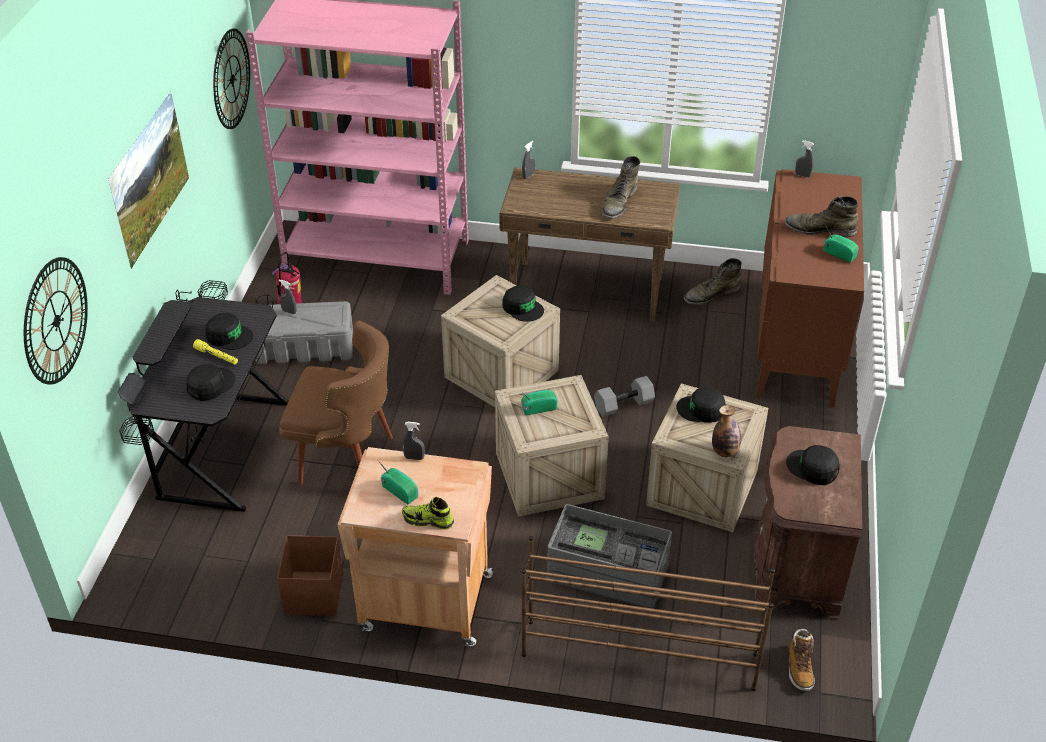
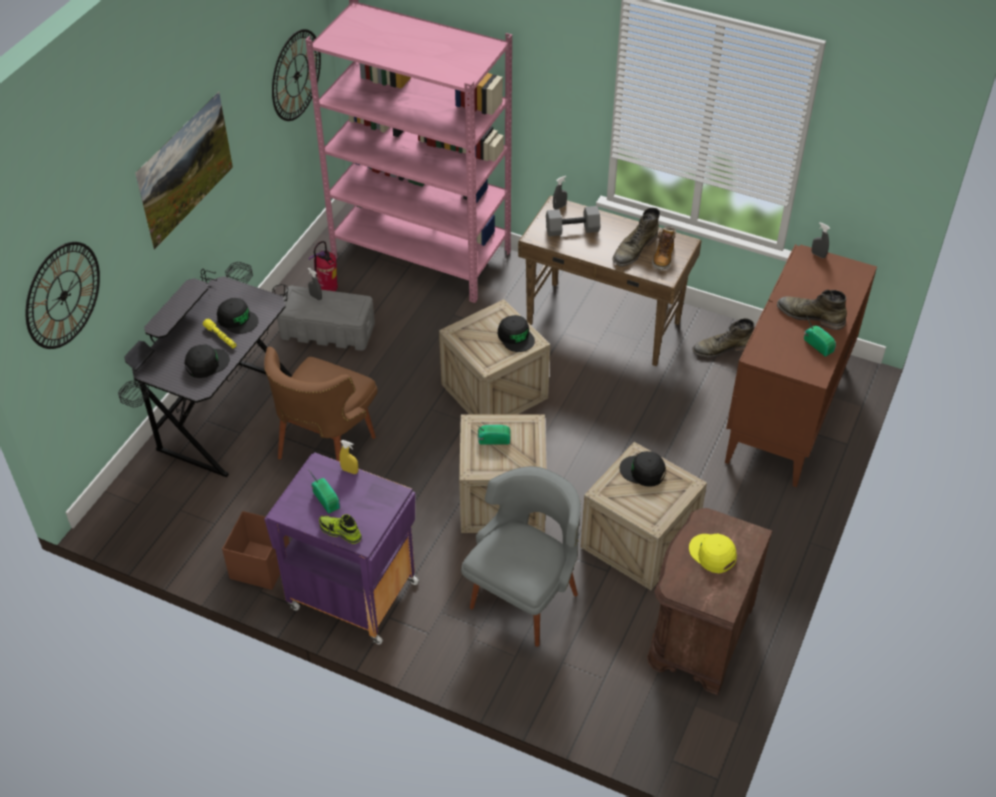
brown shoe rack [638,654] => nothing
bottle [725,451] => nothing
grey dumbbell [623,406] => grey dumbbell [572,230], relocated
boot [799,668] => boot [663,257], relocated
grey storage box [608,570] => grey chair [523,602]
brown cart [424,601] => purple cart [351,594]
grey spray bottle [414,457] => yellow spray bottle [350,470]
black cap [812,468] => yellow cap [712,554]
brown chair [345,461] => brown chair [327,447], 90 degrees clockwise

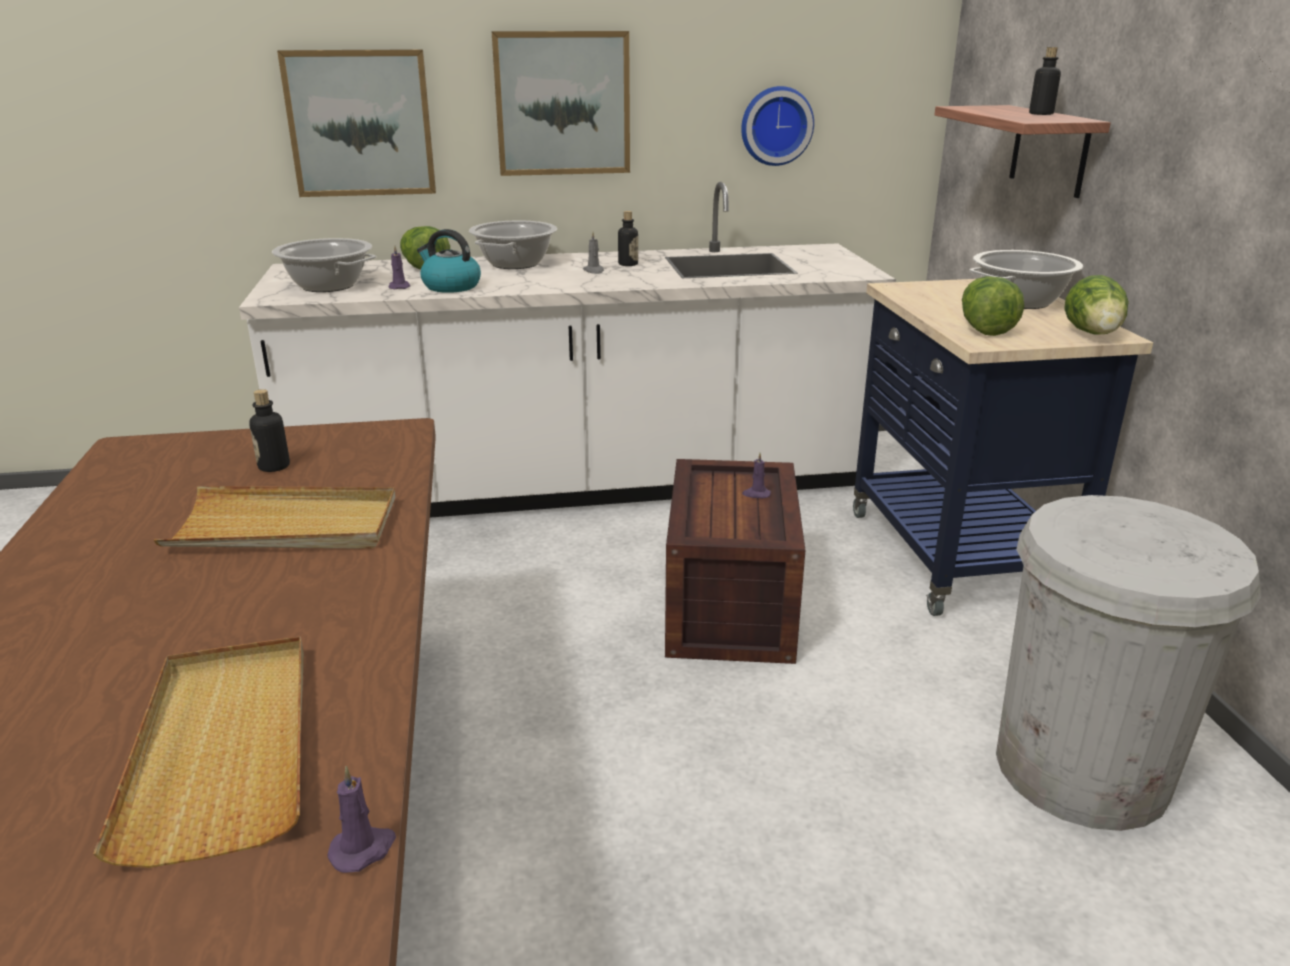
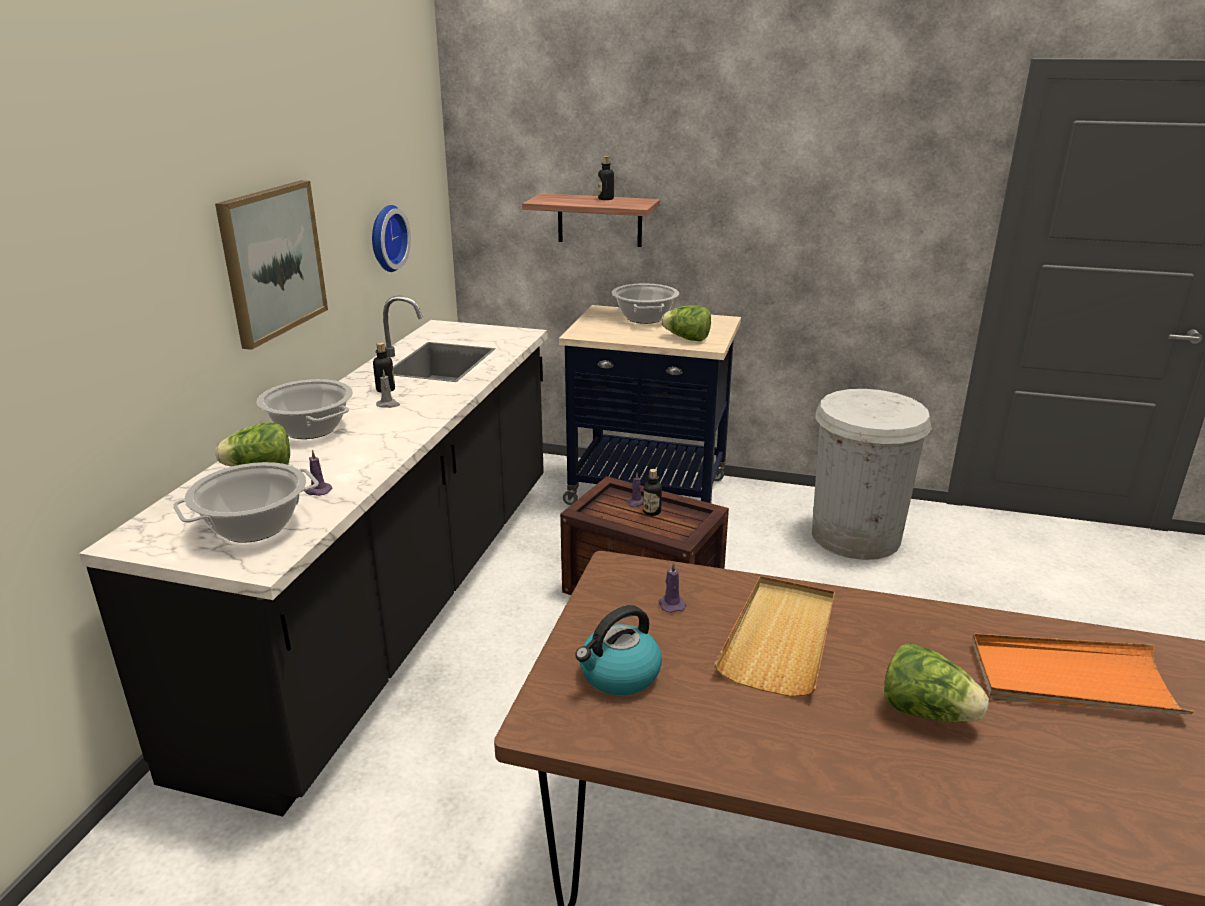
picture [360,123] => nothing
bottle [274,466] => bottle [652,512], relocated
purple candle [363,849] => purple candle [671,604], relocated
kettle [450,286] => kettle [619,675], relocated
lettuce [1094,335] => lettuce [926,712], relocated
beige tray [224,747] => orange tray [1071,680]
white counter [581,486] => black counter [398,603]

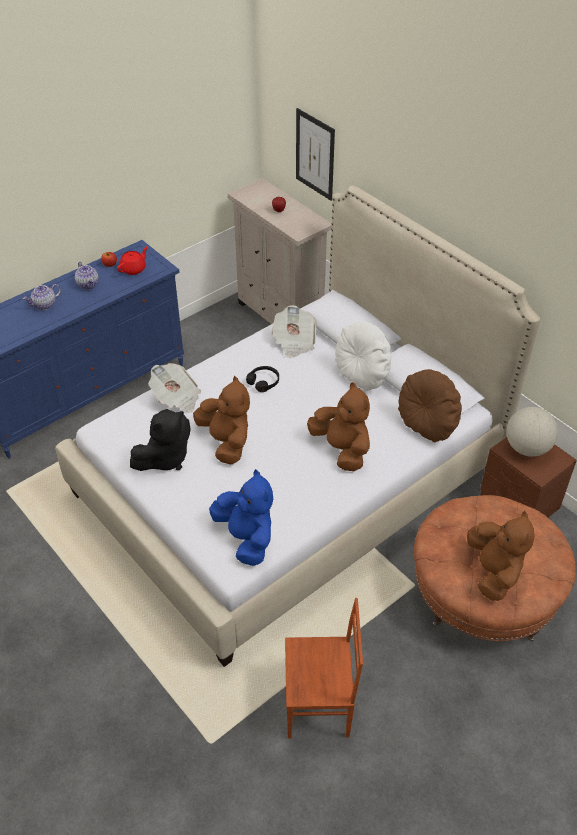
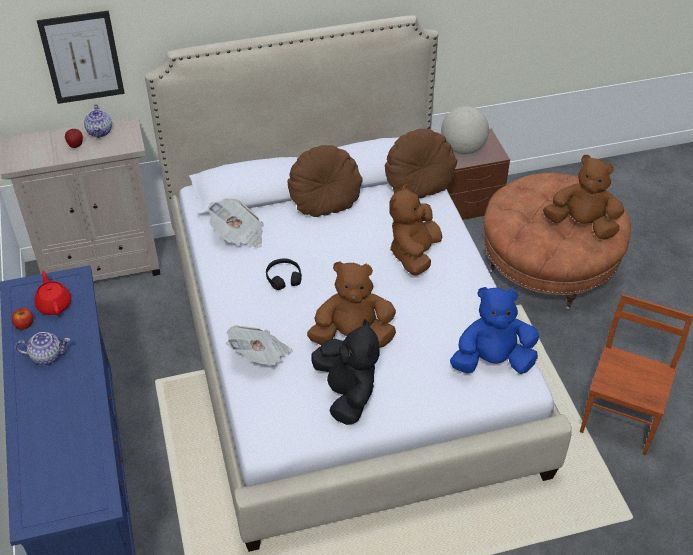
teapot [44,305] => teapot [100,132], relocated
white pillow [361,377] => brown pillow [325,206]
brown plush toy [342,449] => brown plush toy [414,254], 60 degrees counterclockwise

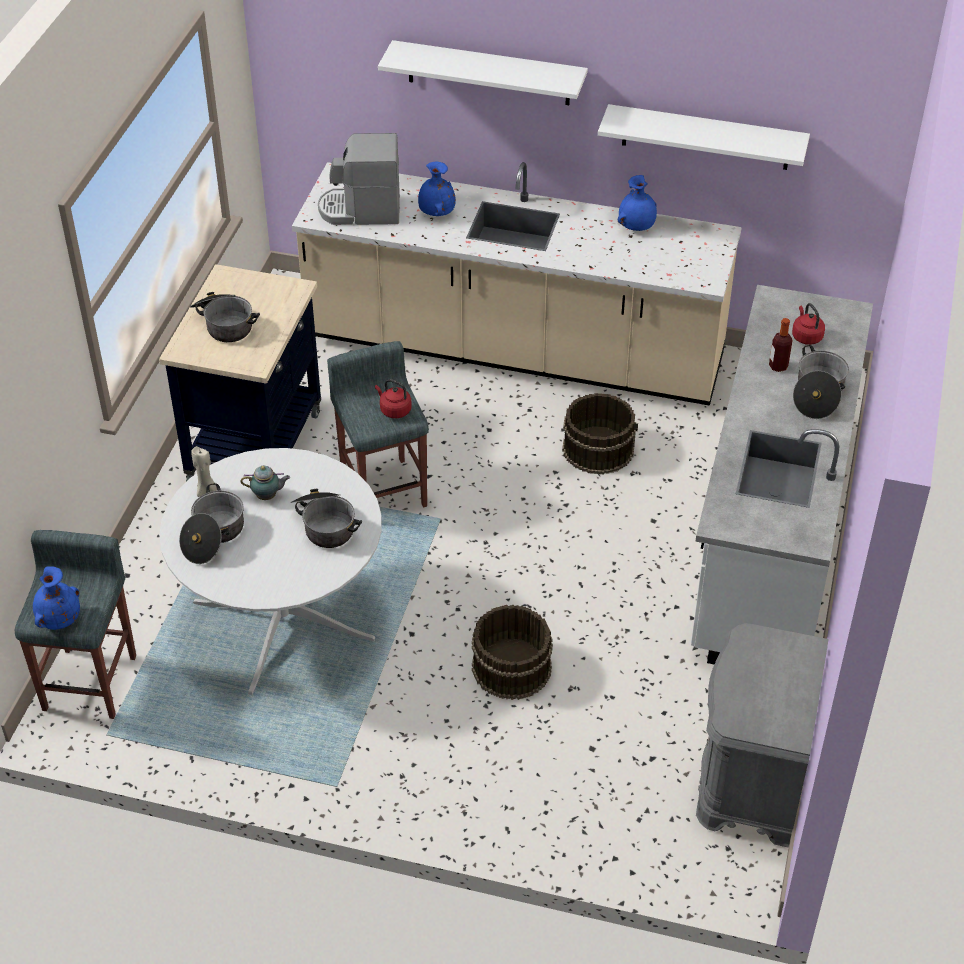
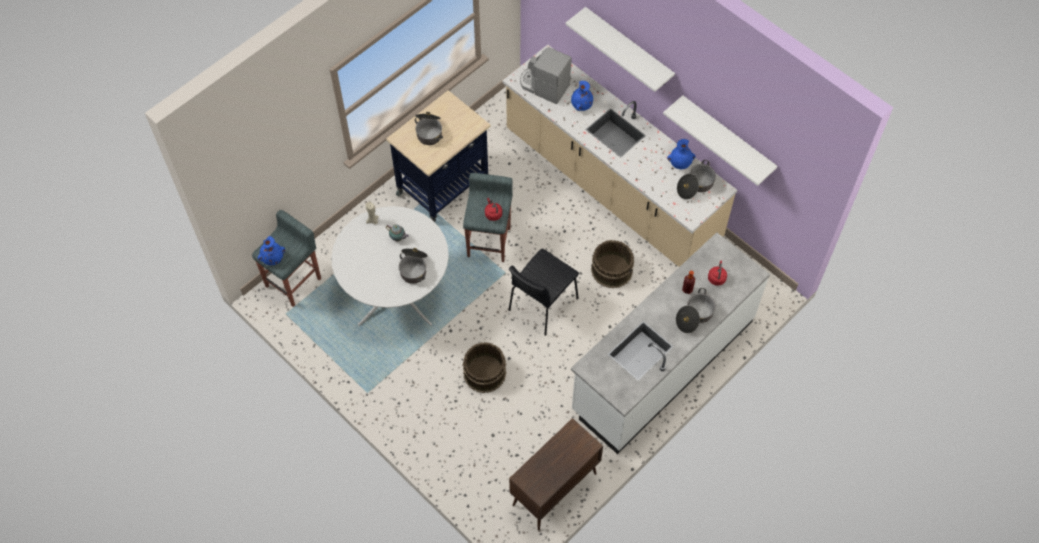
nothing => black chair [541,306]
cooking pot [213,536] => cooking pot [695,186], relocated
grey nightstand [749,779] => brown cabinet [554,490]

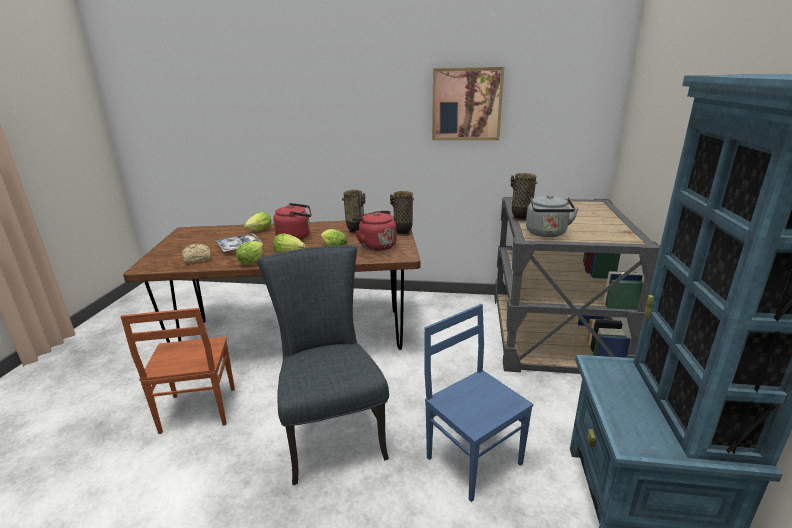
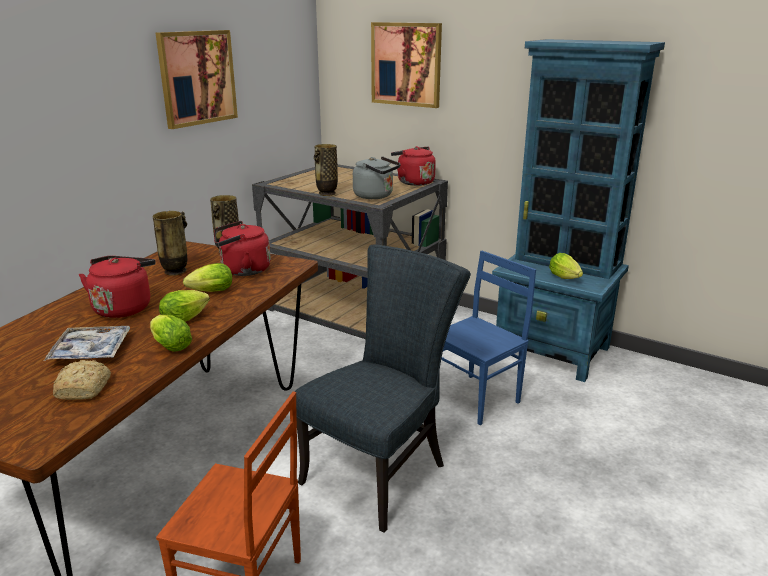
nothing => picture [406,64]
nothing => red kettle [413,182]
lettuce [258,231] => lettuce [566,278], relocated
grey chair [331,430] => grey chair [381,470], 120 degrees clockwise
blue chair [474,459] => blue chair [477,399], 150 degrees clockwise

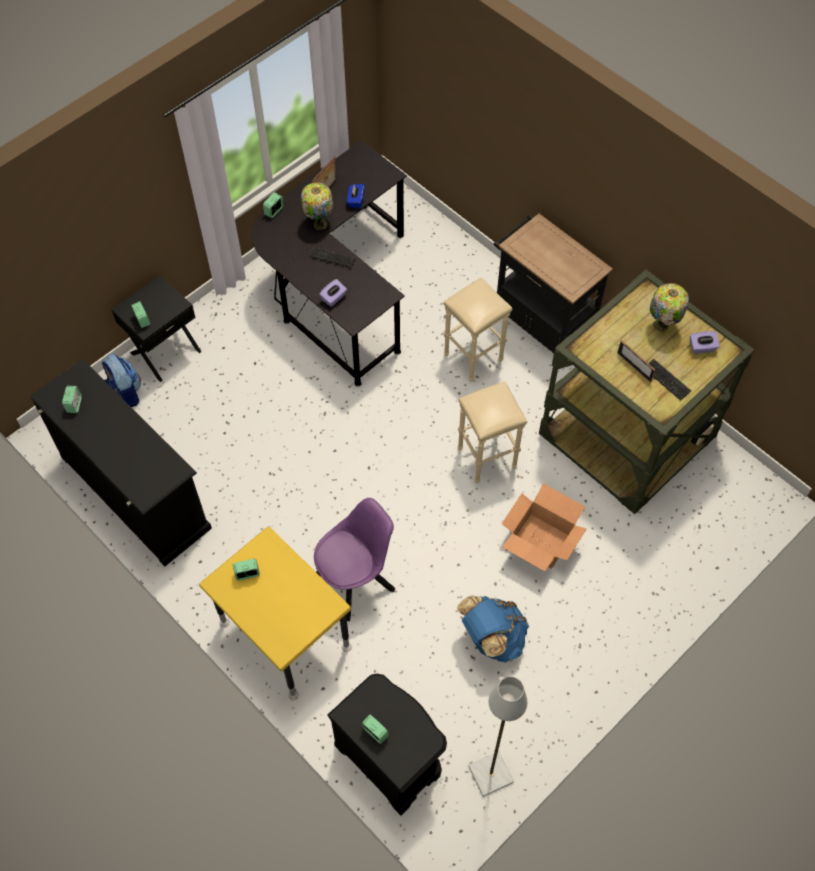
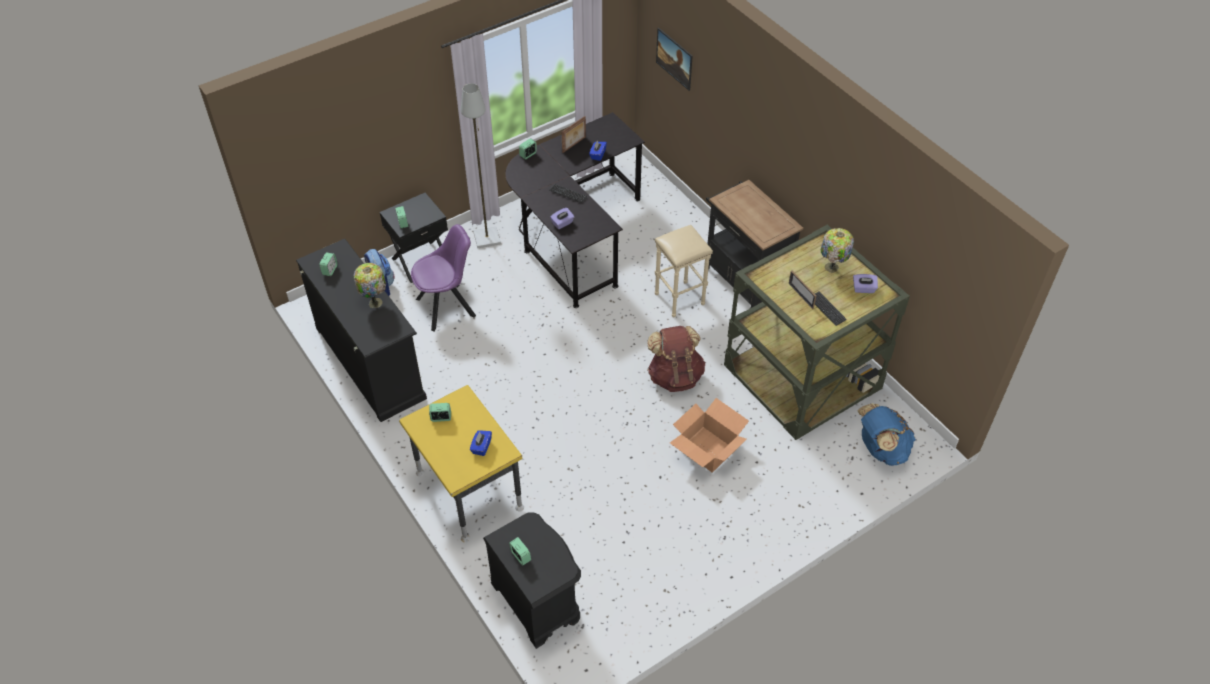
nothing => blue tissue box [481,447]
nothing => picture [673,67]
table lamp [319,223] => table lamp [375,302], relocated
purple chair [356,581] => purple chair [447,307], relocated
blue backpack [491,638] => blue backpack [880,449], relocated
grey floor lamp [491,773] => grey floor lamp [487,238], relocated
beige stool [487,456] => brown backpack [675,376]

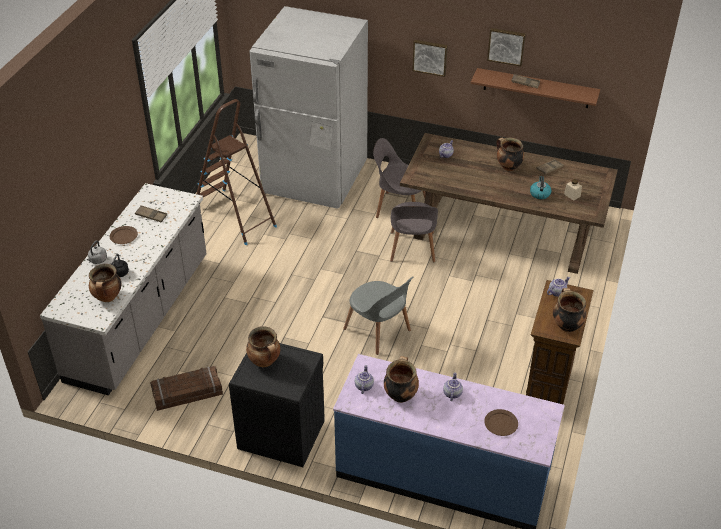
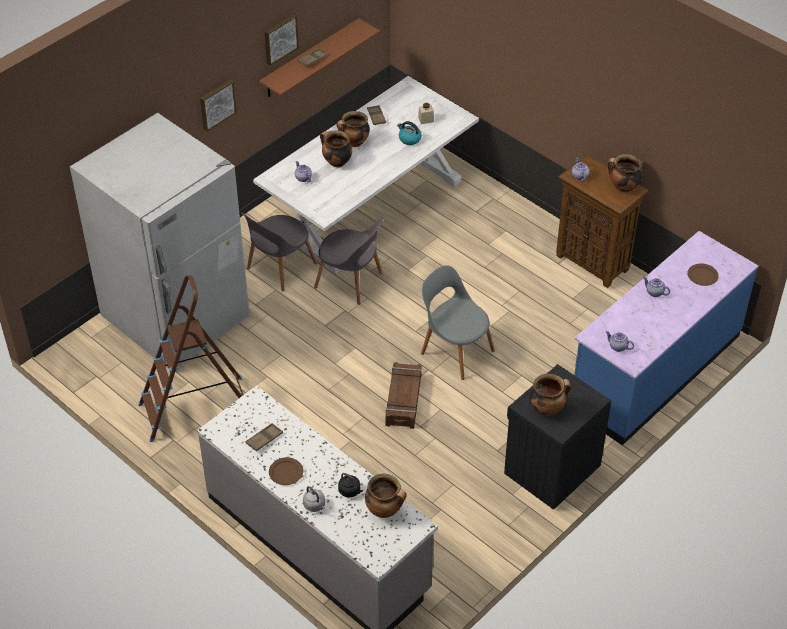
crate [187,393] => crate [404,400], relocated
cooking pot [400,395] => cooking pot [336,162], relocated
brown dining table [502,231] => white dining table [369,206]
grey chair [378,331] => grey chair [455,350], 120 degrees counterclockwise

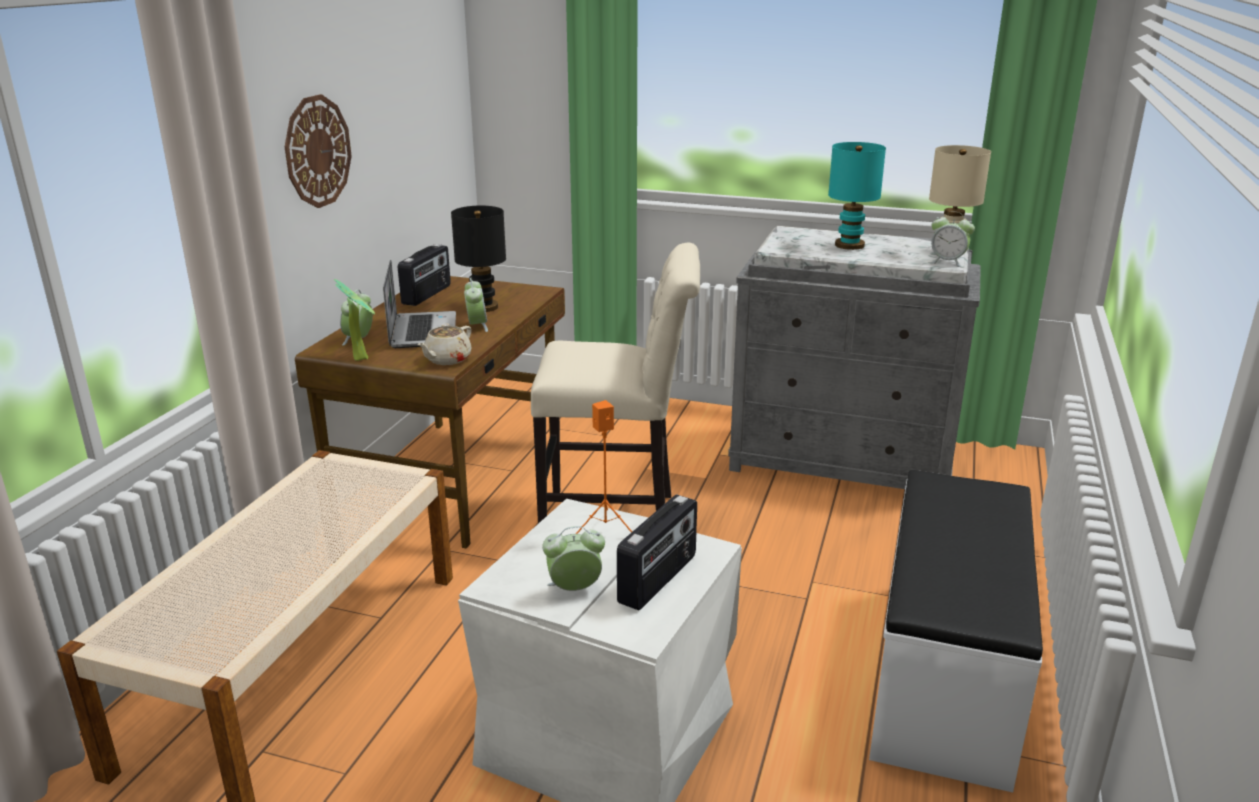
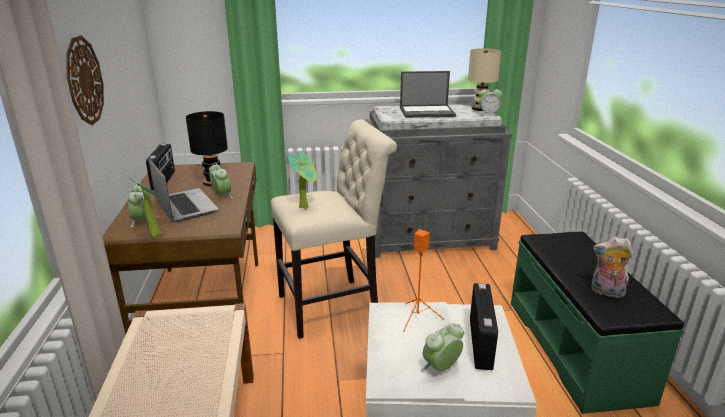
beige teapot [447,360] => nothing
nothing => potted plant [305,206]
nothing => plush toy [606,292]
turquoise table lamp [850,245] => laptop [427,112]
white bench [947,676] => green bench [576,348]

